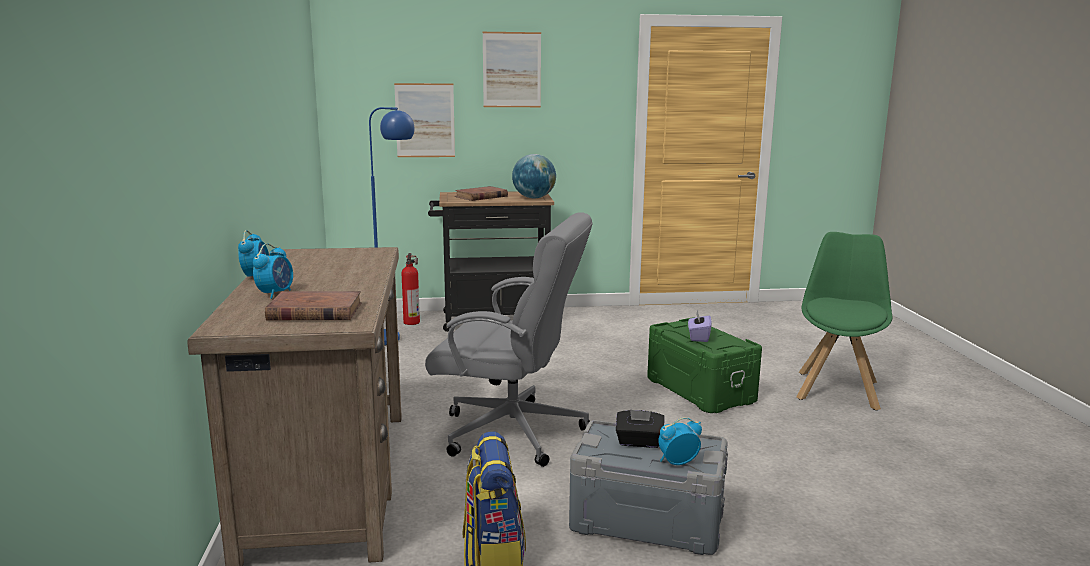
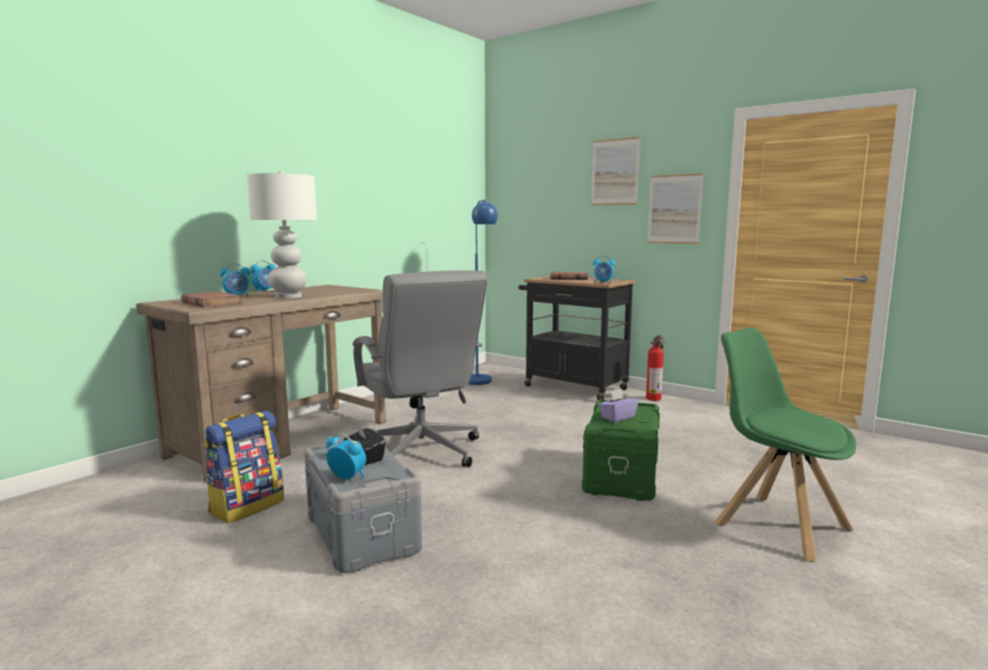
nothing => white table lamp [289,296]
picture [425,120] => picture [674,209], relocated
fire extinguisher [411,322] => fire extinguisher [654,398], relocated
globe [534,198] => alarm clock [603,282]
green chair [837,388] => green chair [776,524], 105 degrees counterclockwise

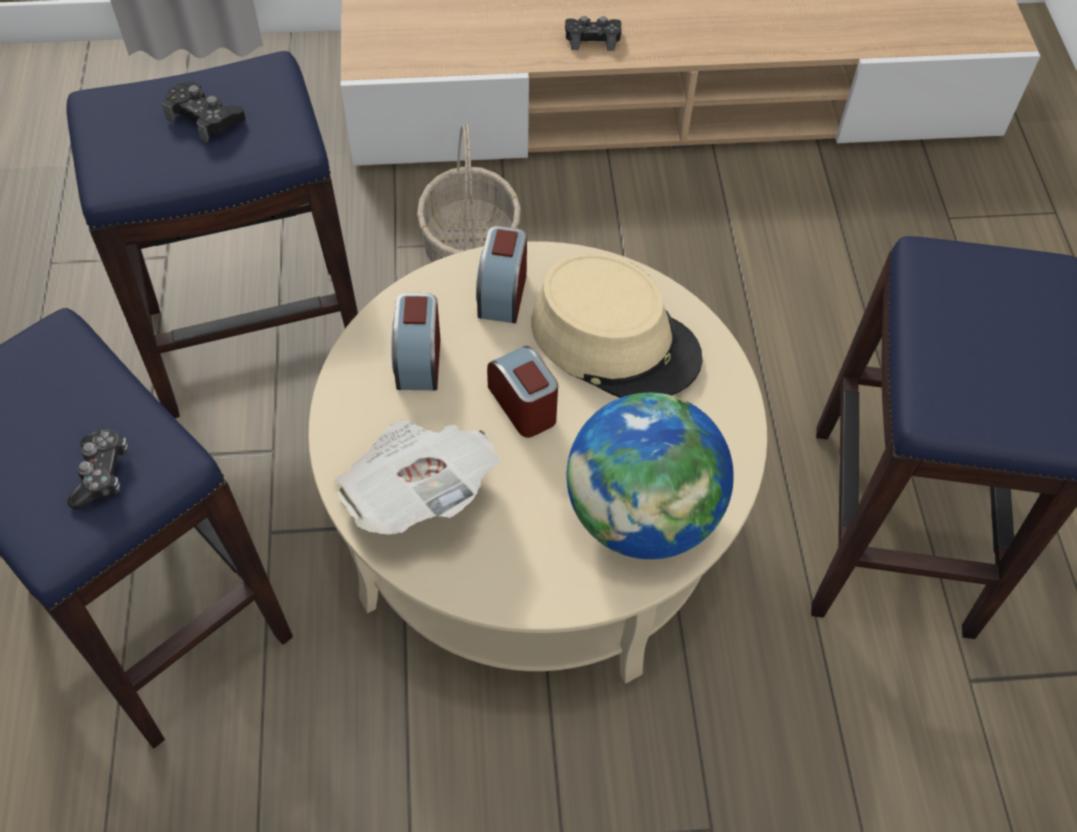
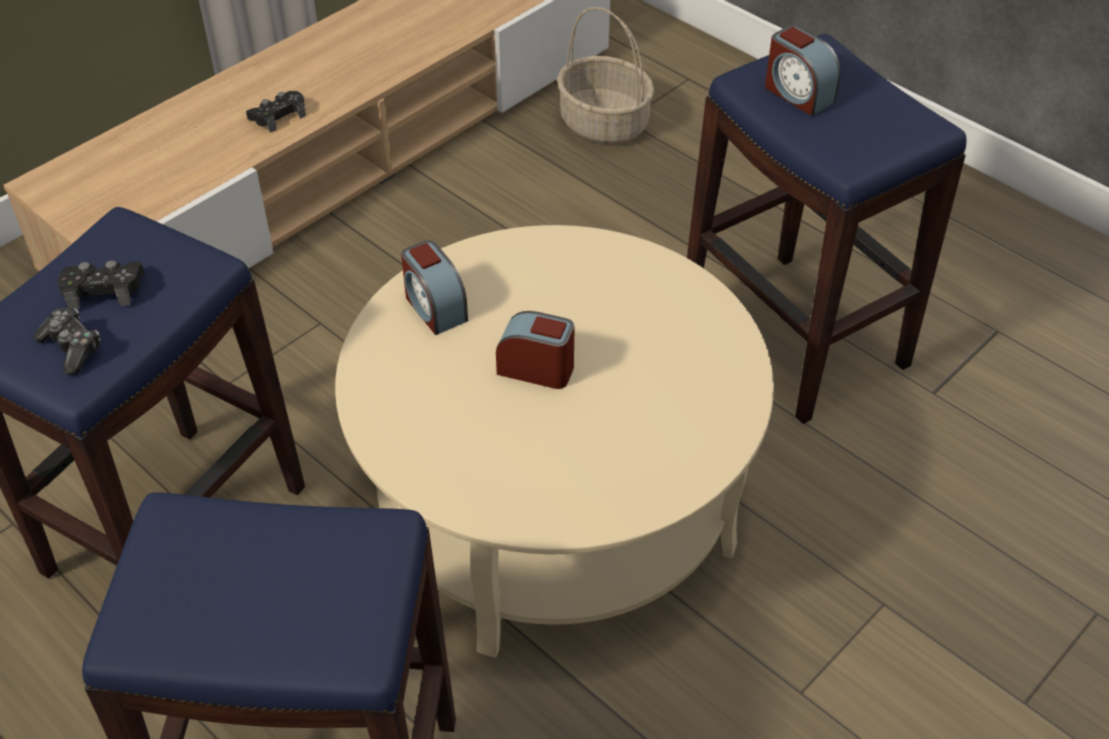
newspaper [417,492] => nothing
beige hat [615,340] => nothing
globe [642,515] => nothing
game controller [102,473] => game controller [72,347], relocated
alarm clock [418,360] => alarm clock [797,93], relocated
basket [469,247] => basket [602,124], relocated

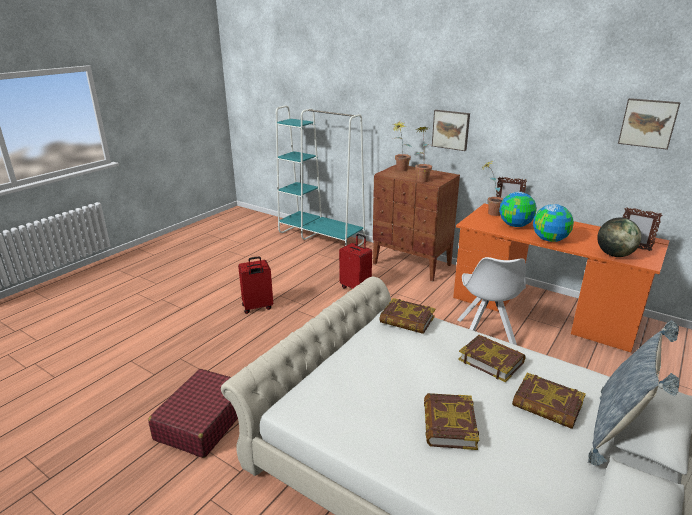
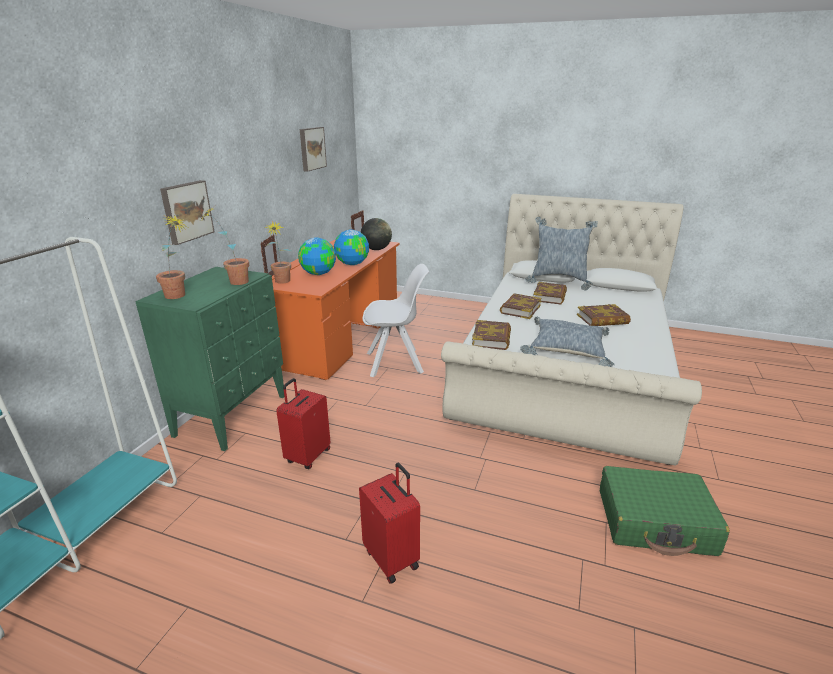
nothing => pillow [567,346]
red suitcase [203,421] => green suitcase [655,522]
brown dresser [411,265] => green dresser [234,415]

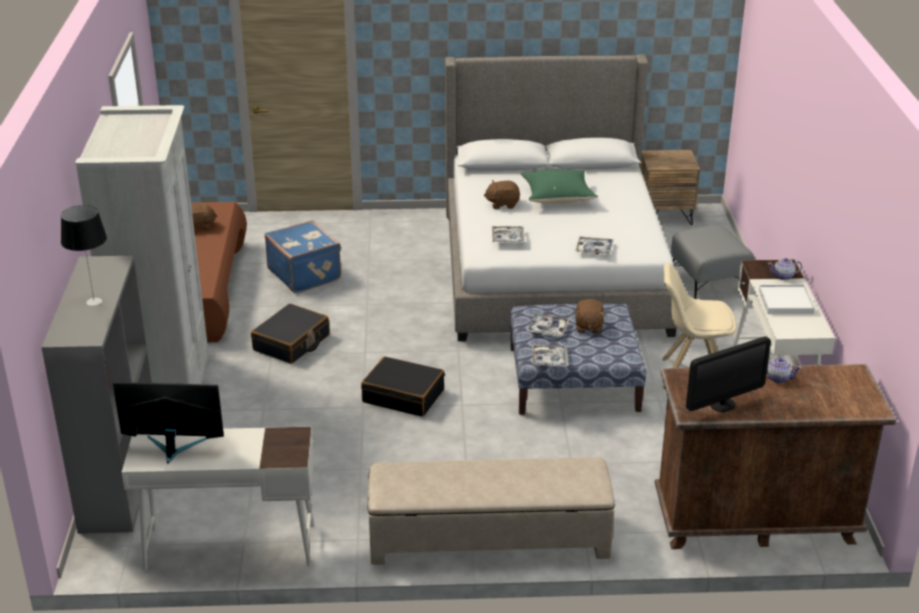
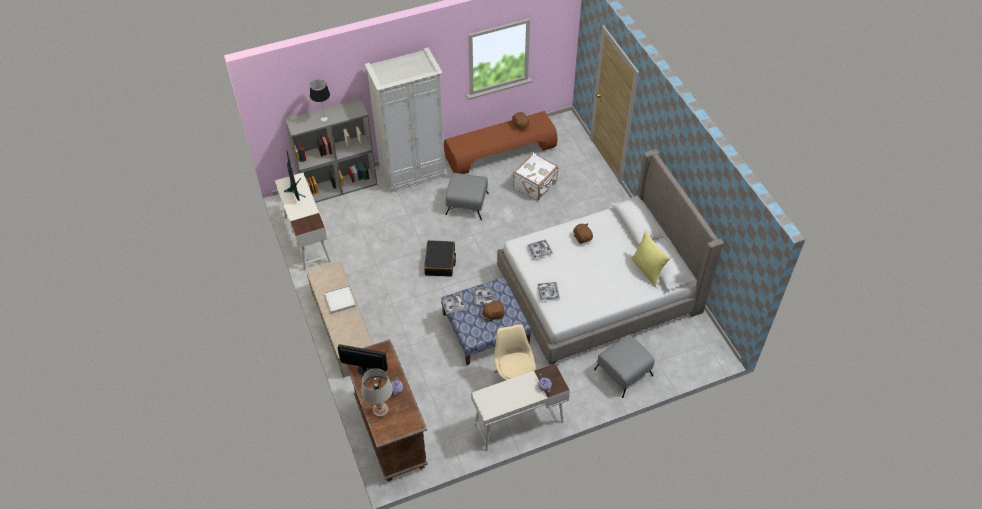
green pillow [558,197] => nothing
brown nightstand [664,215] => nothing
nothing => grey table lamp [380,410]
nothing => yellow pillow [647,269]
white tray [785,302] => white tray [340,300], relocated
black suitcase [291,343] => grey ottoman [467,204]
blue suitcase [305,274] => white suitcase [535,185]
monitor [722,404] => monitor [364,370], 150 degrees clockwise

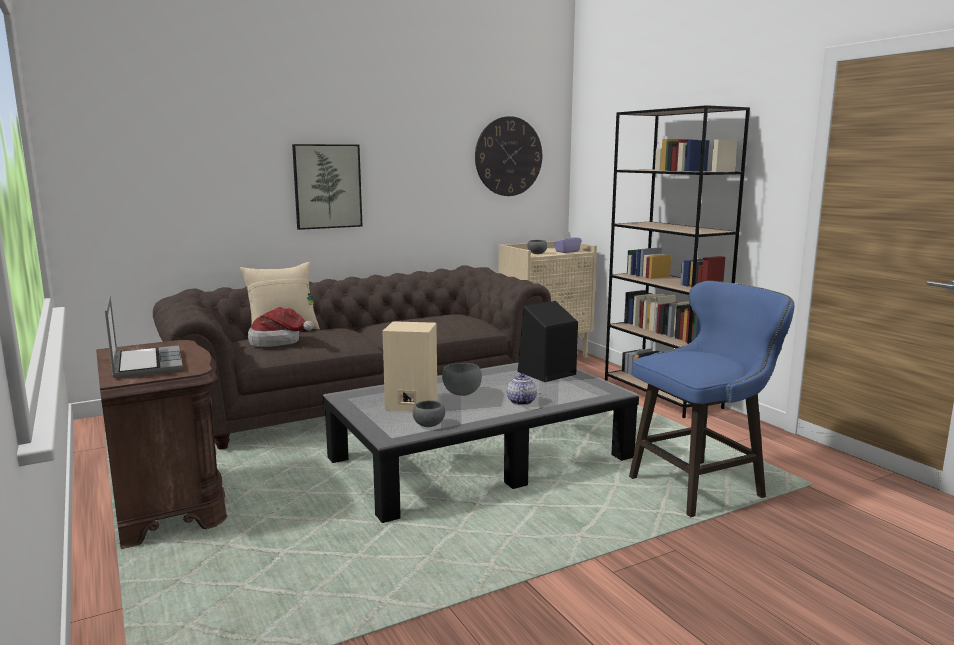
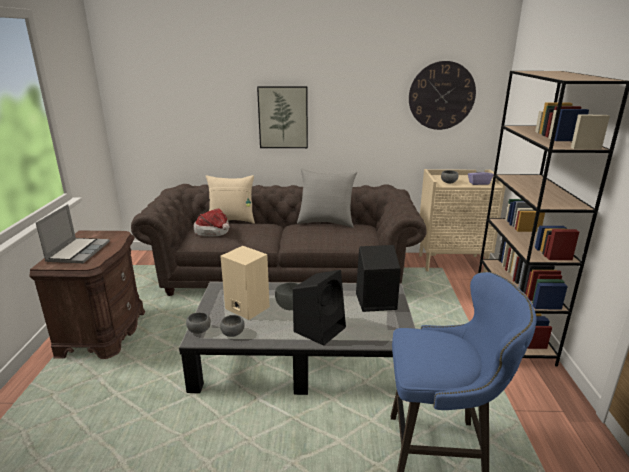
nothing => grey bowl [199,331]
nothing => grey pillow [326,222]
teapot [521,401] => black speaker [320,328]

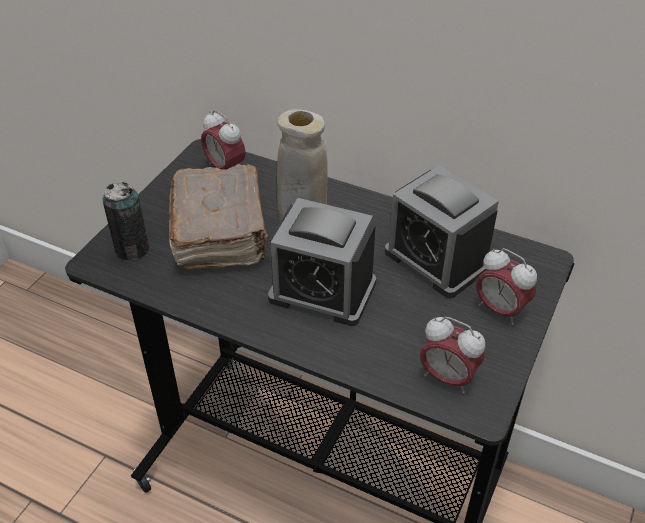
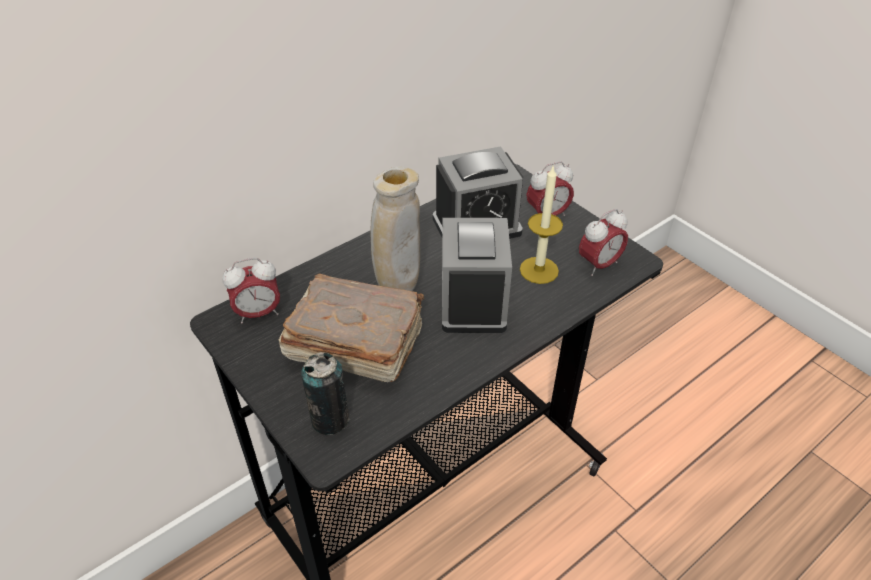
nothing => candle [539,270]
alarm clock [322,291] => alarm clock [473,300], 135 degrees clockwise

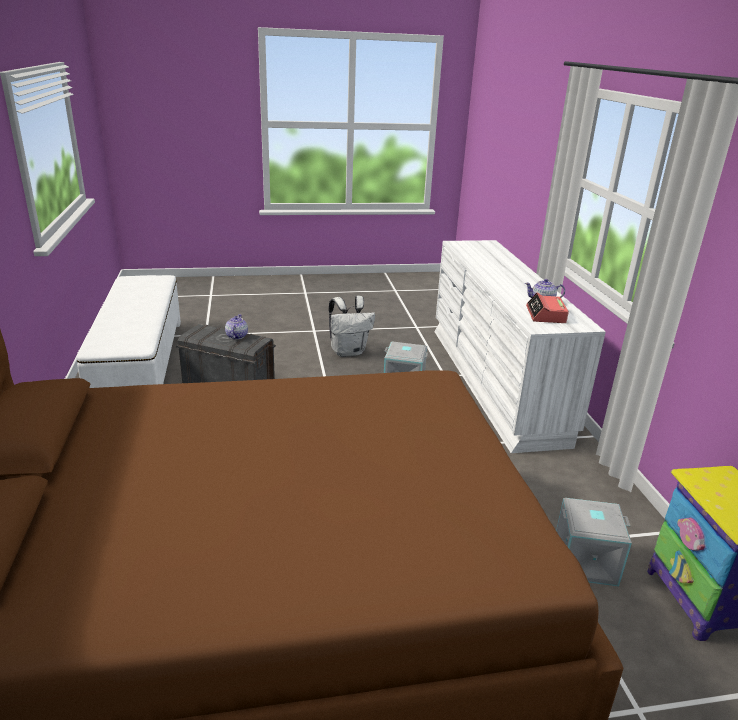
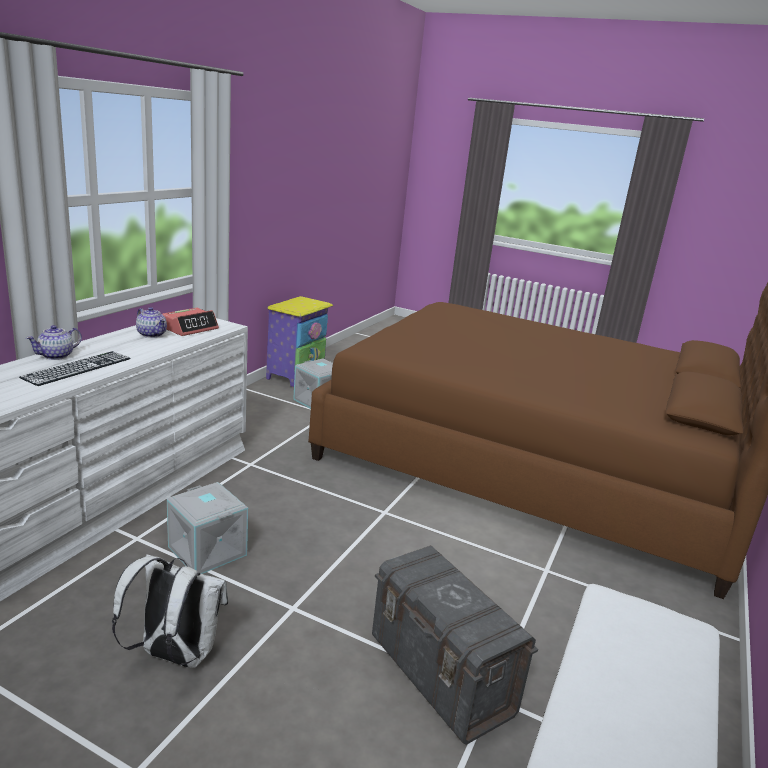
nothing => keyboard [77,368]
teapot [236,336] => teapot [56,356], relocated

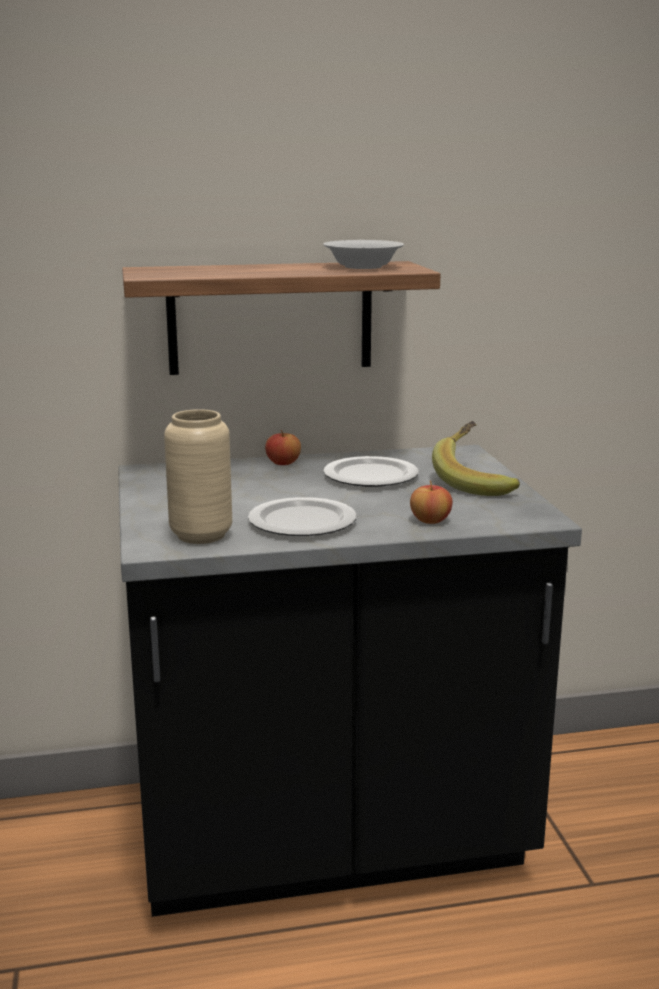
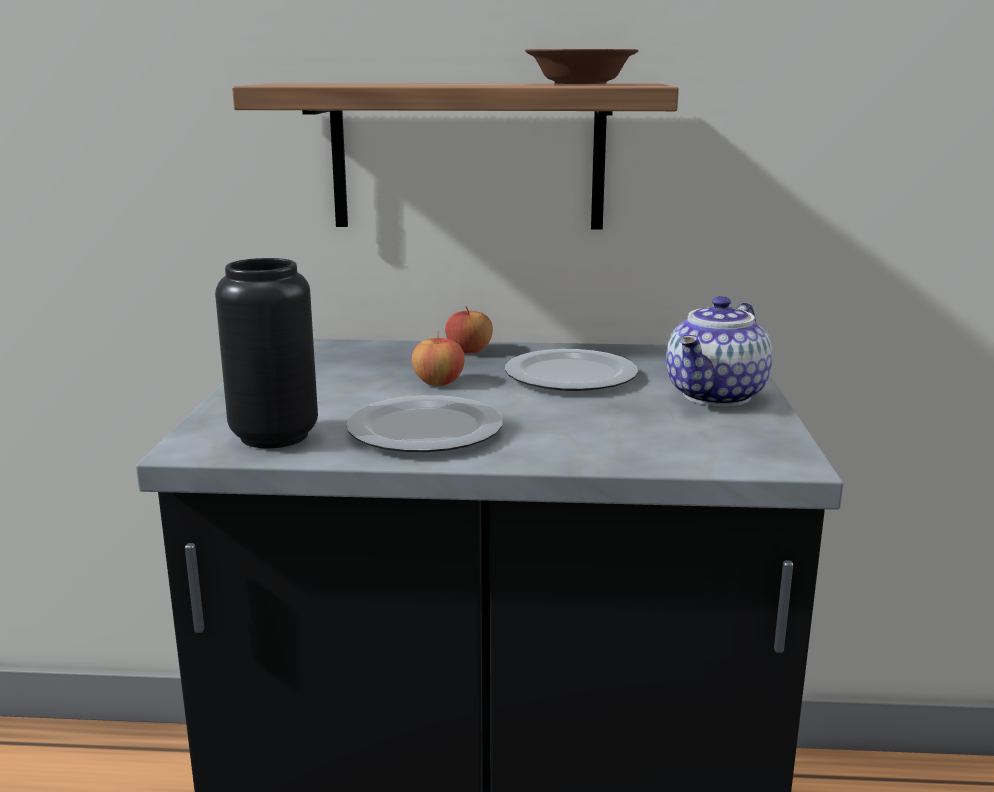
apple [430,521] => apple [438,382], relocated
banana [478,482] => teapot [717,396]
beige vase [201,535] => black vase [274,436]
white bowl [363,266] => brown bowl [581,83]

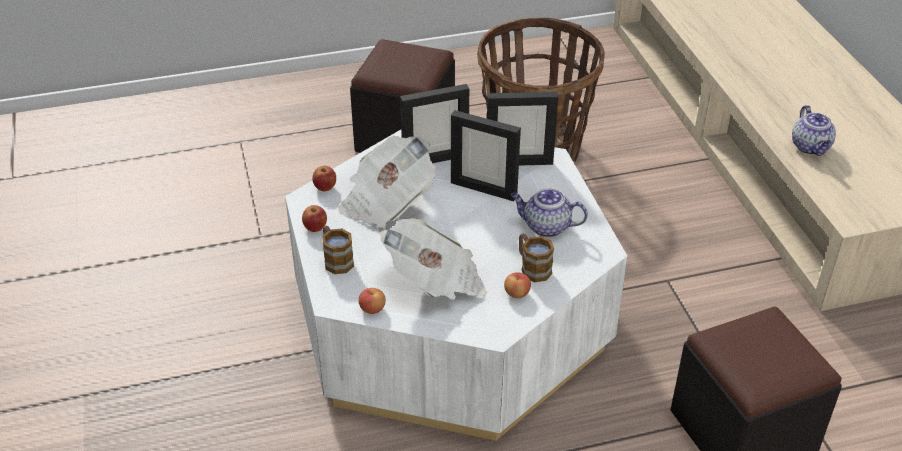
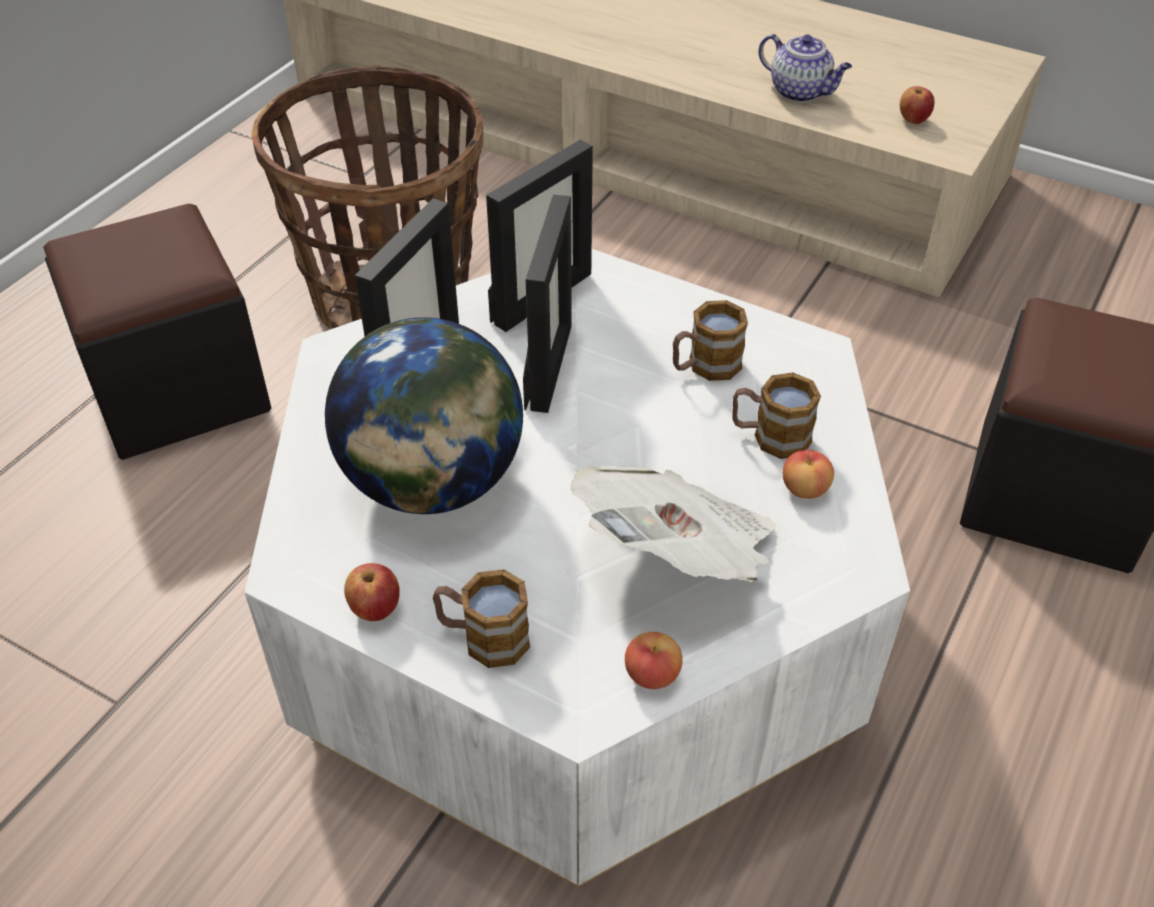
apple [325,187] => apple [913,120], relocated
newspaper [386,201] => globe [433,483]
teapot [546,227] => mug [705,367]
picture frame [484,188] => picture frame [548,366], 60 degrees counterclockwise

